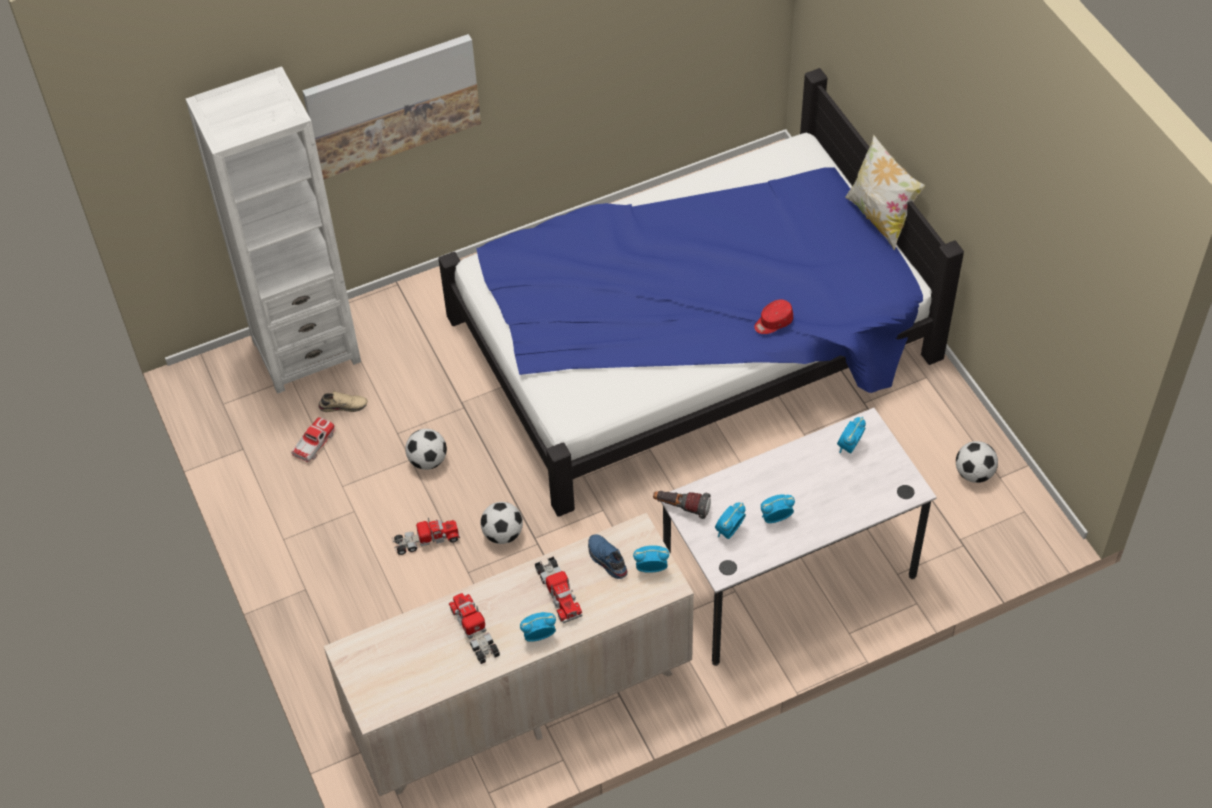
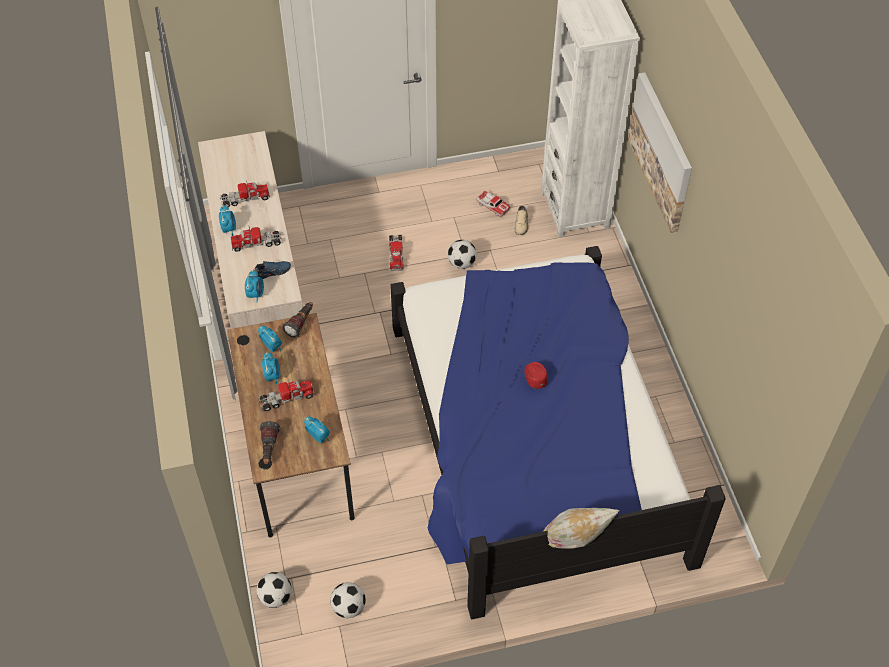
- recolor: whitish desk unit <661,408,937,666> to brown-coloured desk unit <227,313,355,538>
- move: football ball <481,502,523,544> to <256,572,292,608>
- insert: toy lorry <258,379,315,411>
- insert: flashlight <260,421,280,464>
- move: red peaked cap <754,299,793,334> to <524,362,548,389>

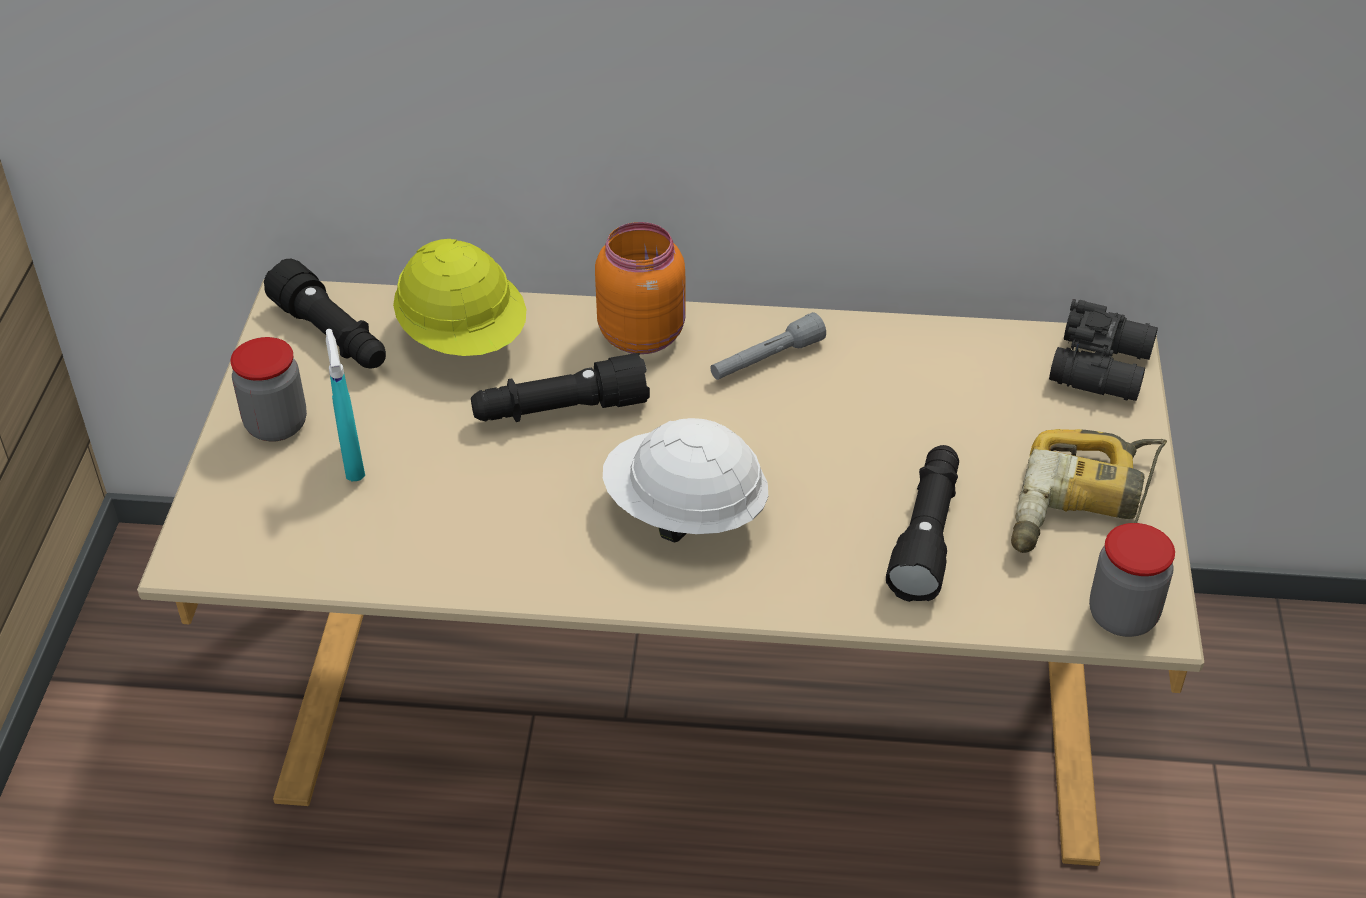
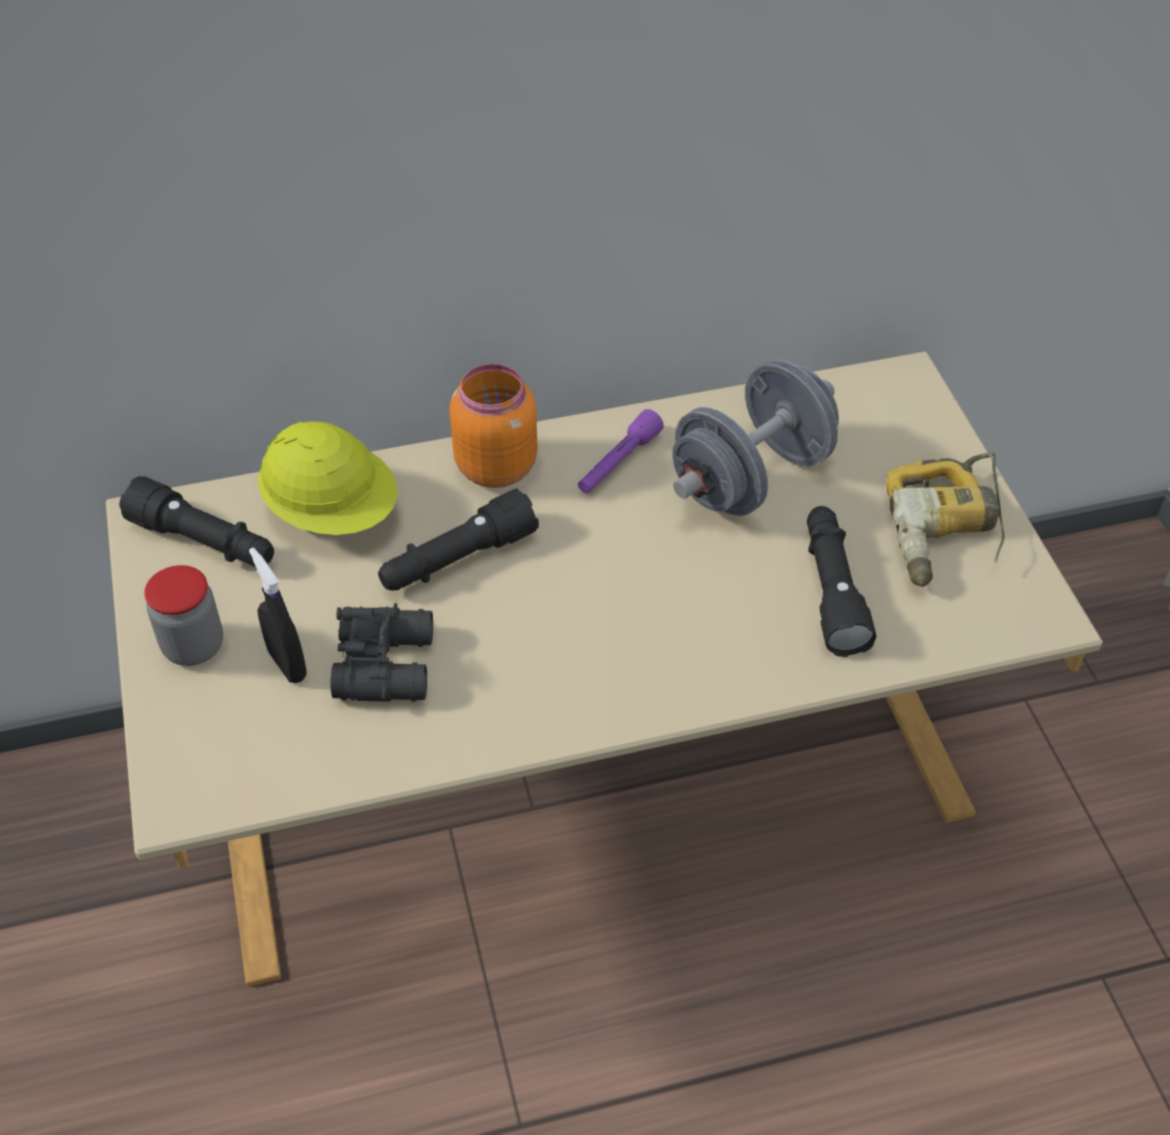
- recolor: turquoise spray bottle <326,329,365,481> to black spray bottle <249,548,307,683>
- move: black binoculars <1049,299,1158,401> to <331,603,433,702>
- recolor: gray flashlight <710,312,826,380> to purple flashlight <578,409,664,494>
- insert: gray dumbbell <672,360,839,516>
- delete: whitish hard hat <603,418,769,542>
- delete: preserve jar <1089,523,1175,637>

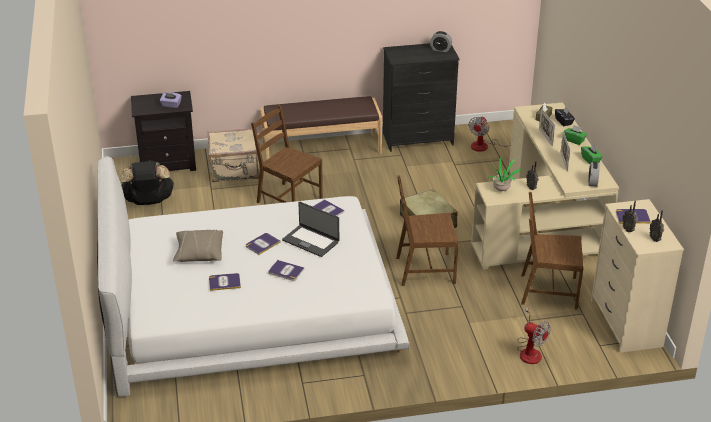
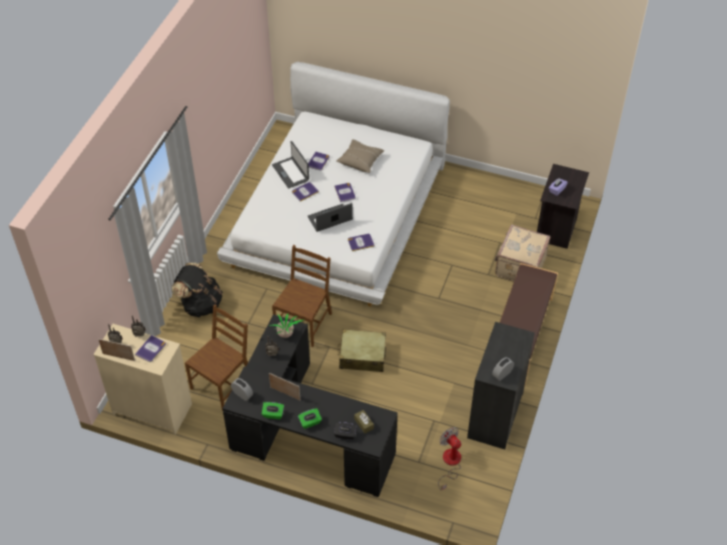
- move: picture frame <539,108,555,146> to <98,339,135,361>
- move: black knapsack <120,161,174,205> to <172,263,223,317>
- recolor: beige desk unit <471,102,619,270> to black desk unit <222,314,398,497>
- insert: notebook computer <272,141,309,189>
- delete: brown-coloured chair <251,105,323,203>
- delete: cooling fan <517,306,551,364>

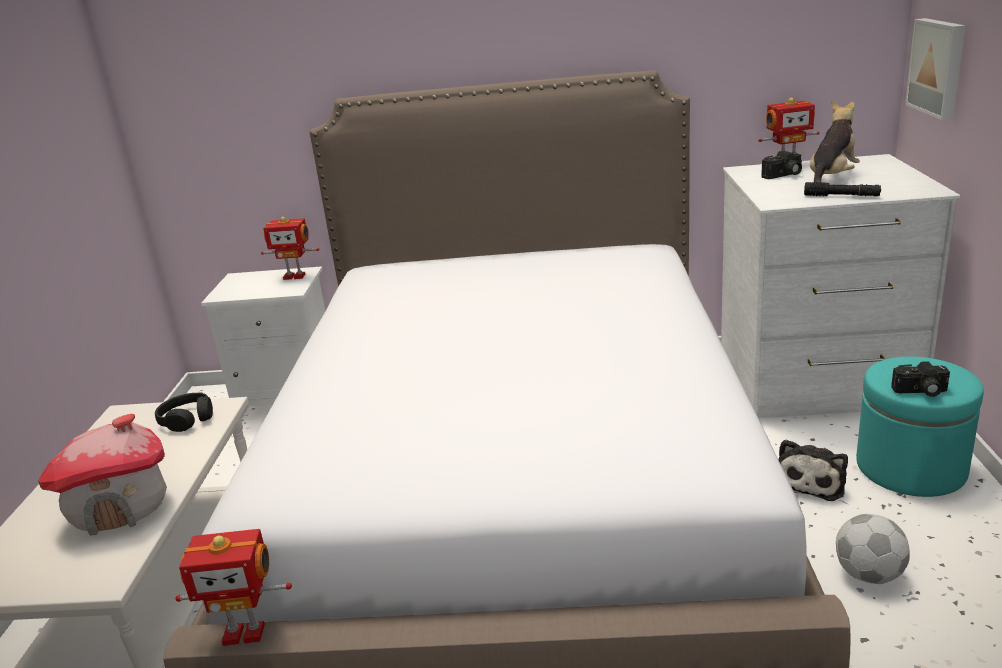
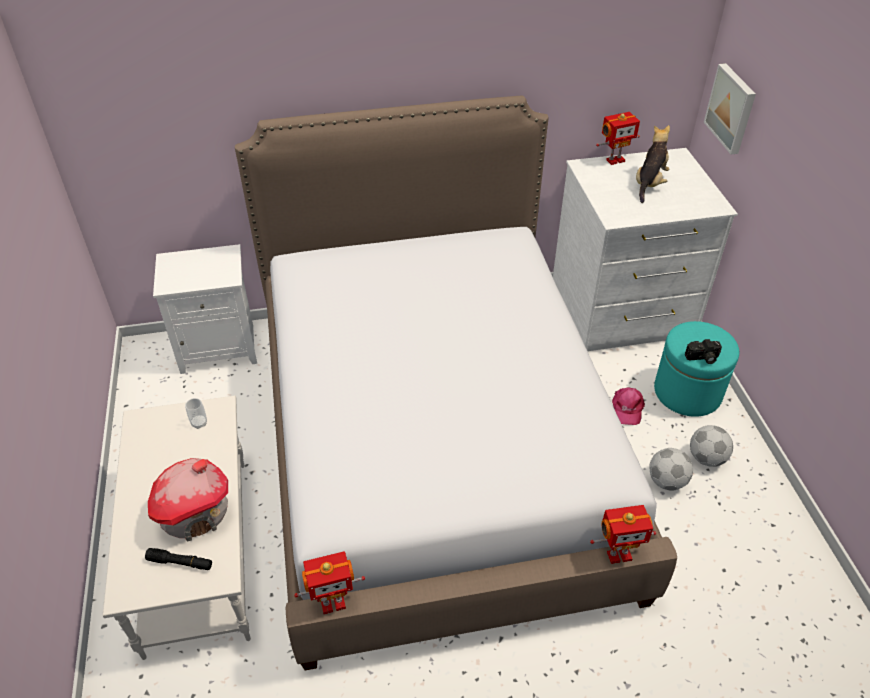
- move: black flashlight <804,182,881,196> to <145,548,212,570>
- replace: black headset <155,392,213,432> to drinking cup <185,398,207,429>
- move: model robot <261,217,319,280> to <590,505,656,564>
- replace: plush toy <778,440,848,501> to pinkish peaked cap <612,387,645,425>
- insert: football ball <690,425,733,467>
- delete: still camera <761,151,802,179>

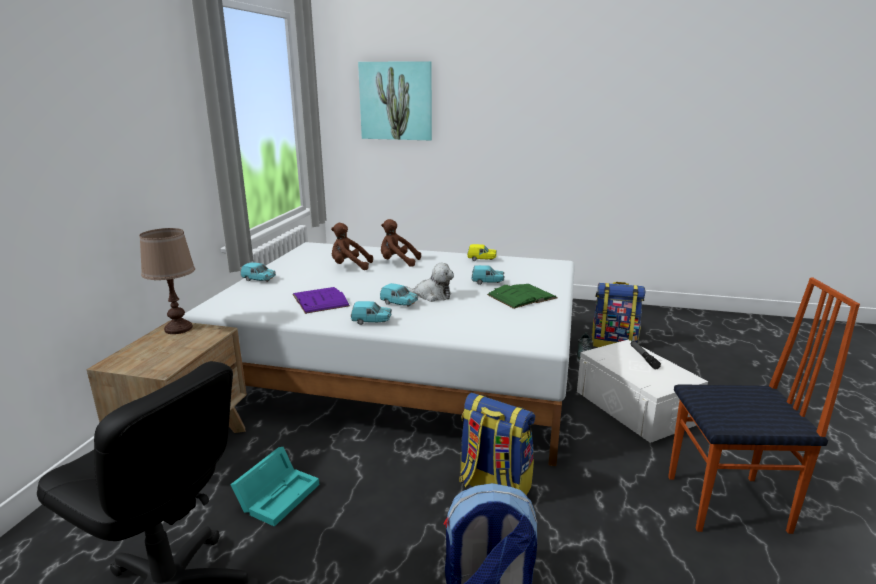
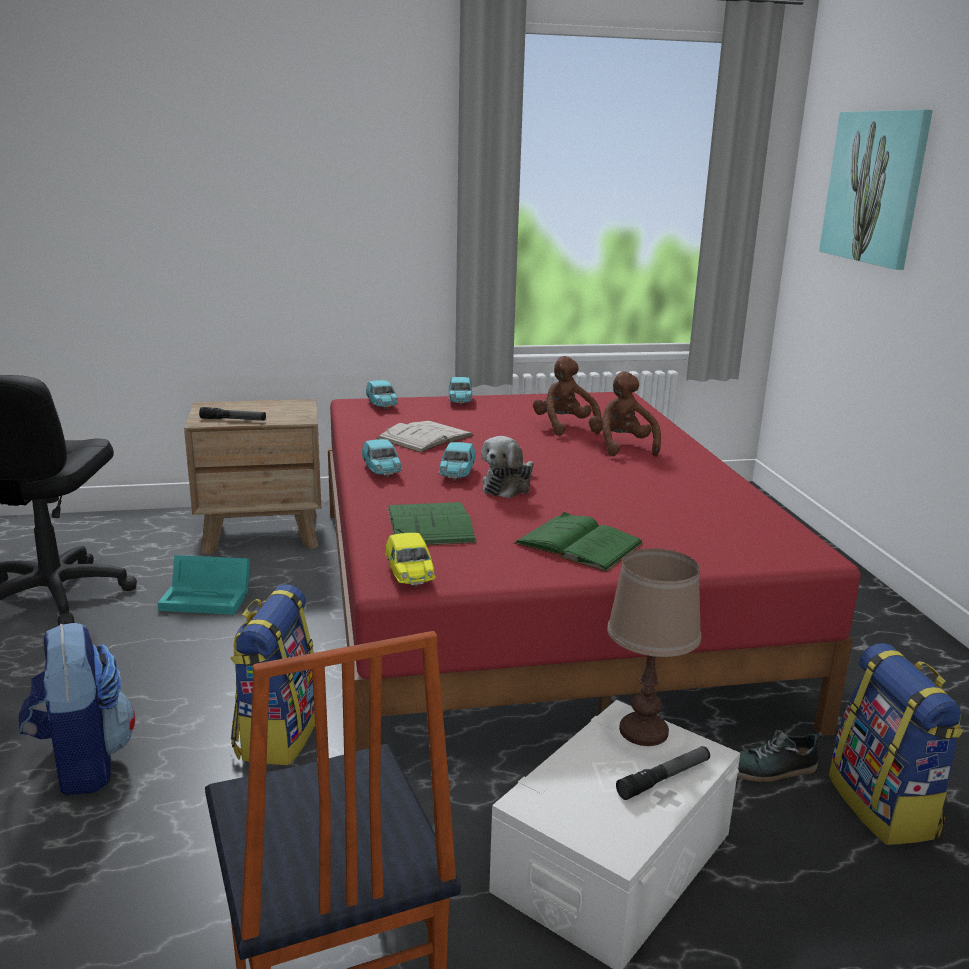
- insert: flashlight <199,407,266,420>
- recolor: whitish bedroom bed <182,242,575,466> to red bedroom bed <328,392,861,751>
- move: turquoise miniature car <472,265,504,285> to <366,380,398,409>
- recolor: purple book <293,287,350,314> to whitish book <376,421,474,453>
- move: yellowish miniature car <467,244,497,261> to <386,533,436,587>
- insert: green book <388,502,477,545>
- rotate: plush toy <405,262,454,302> = <481,436,534,498> 45 degrees clockwise
- move: brown-coloured lamp for a table <139,228,195,334> to <607,548,701,746>

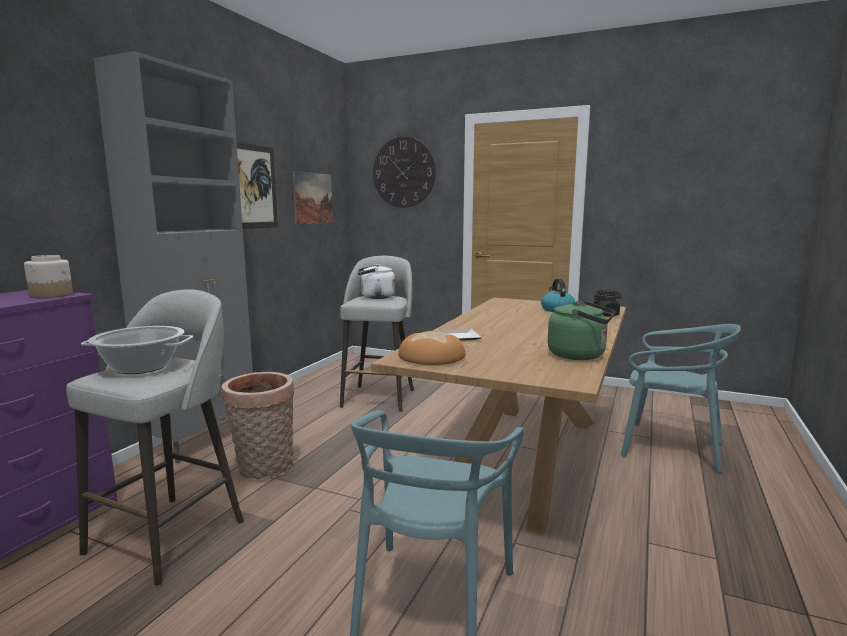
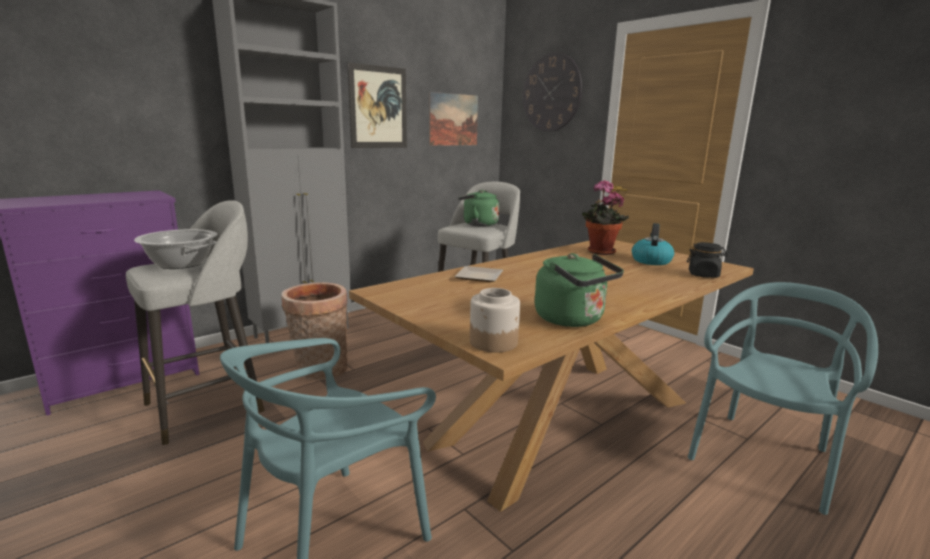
- recolor: whitish water kettle <358,264,395,299> to green water kettle <458,190,499,227>
- move: preserve jar <24,255,73,298> to <470,288,520,353>
- insert: plant in a pot <582,180,629,255>
- rotate: turquoise chair <621,324,741,473> = <688,282,878,515> 105 degrees counterclockwise
- delete: bakery bread <398,331,465,365>

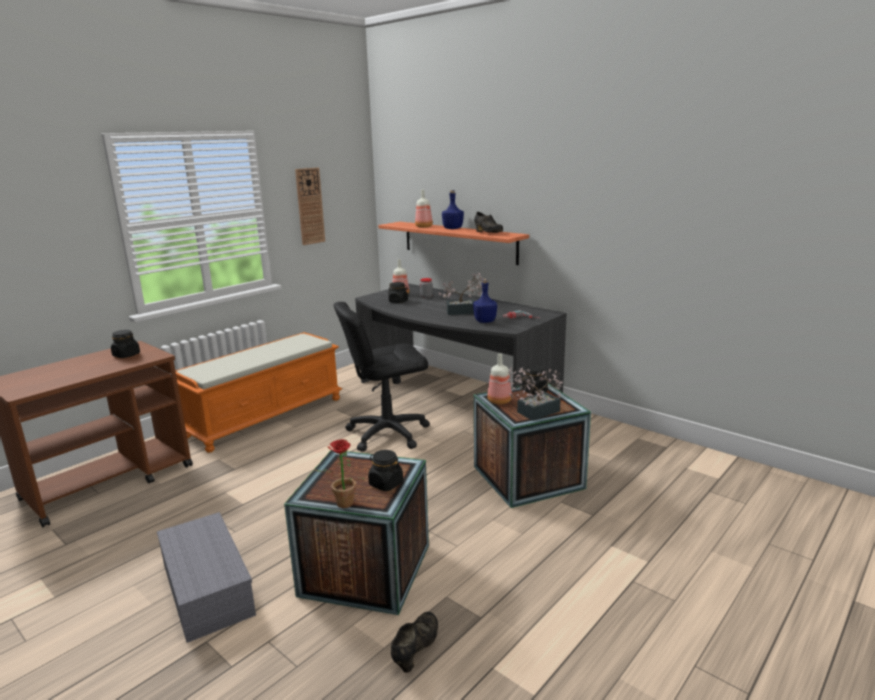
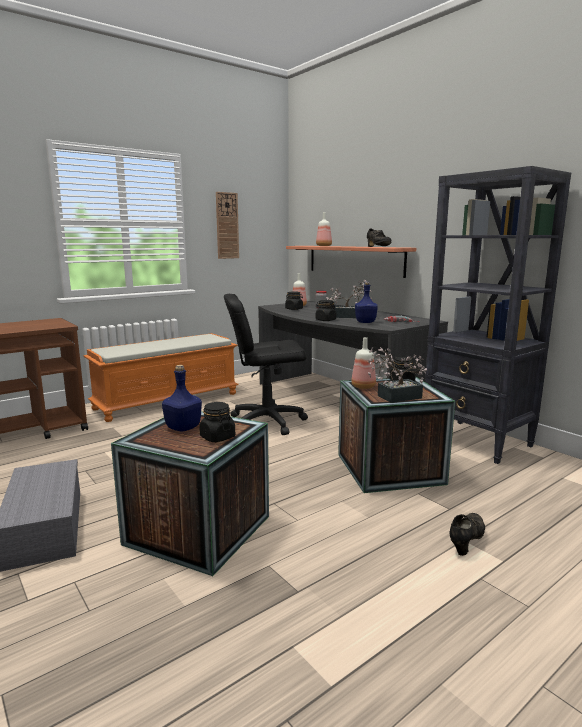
- move: blue beverage bottle <442,190,464,229> to <162,365,202,431>
- move: black preserve jar <111,330,140,358> to <316,300,336,321>
- insert: black bookcase <425,166,571,464>
- move: black low shoe <391,612,438,673> to <450,513,485,556>
- delete: plant in a pot <315,439,365,508>

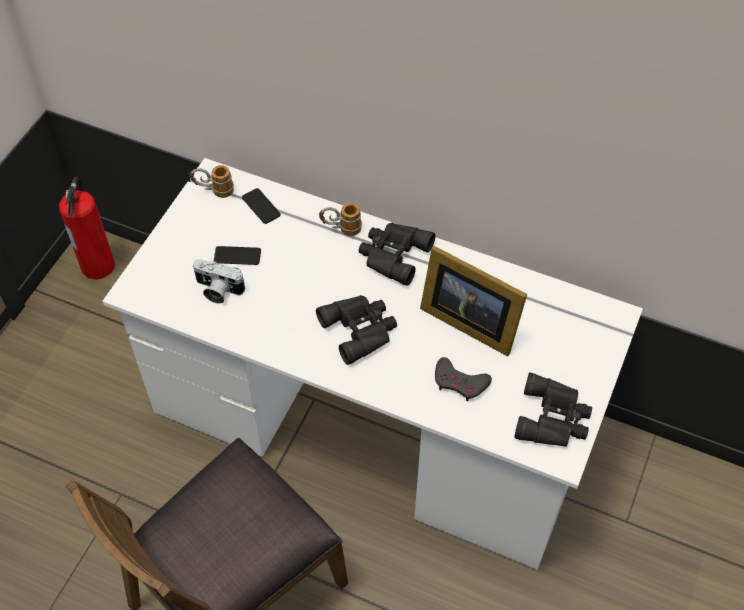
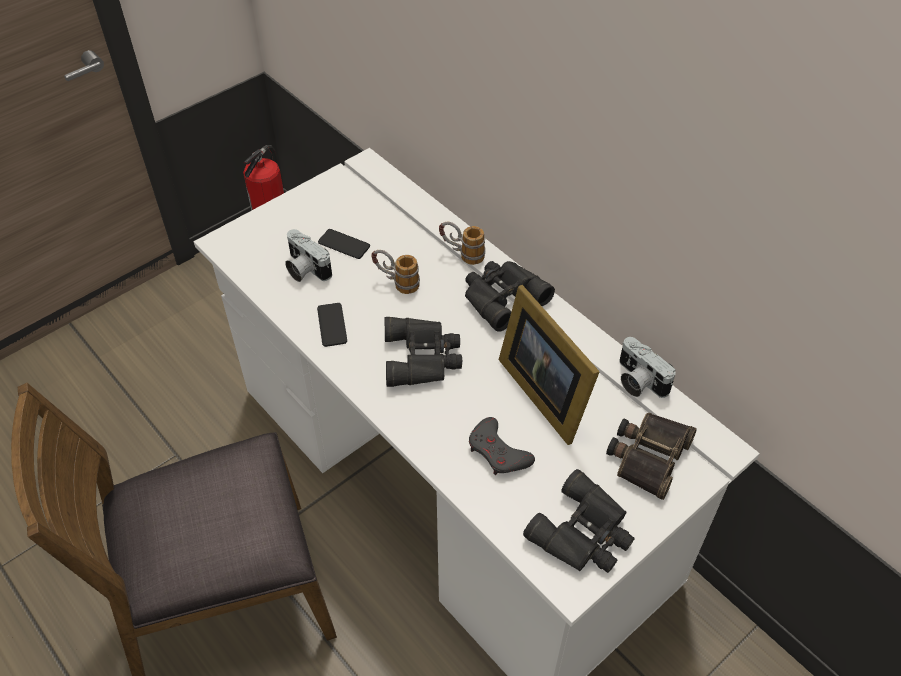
- move: handset <242,188,281,224> to <317,303,347,347>
- move: tea mug <189,165,234,198> to <371,250,420,294>
- insert: binoculars <606,413,697,500>
- insert: still camera <619,337,676,398>

